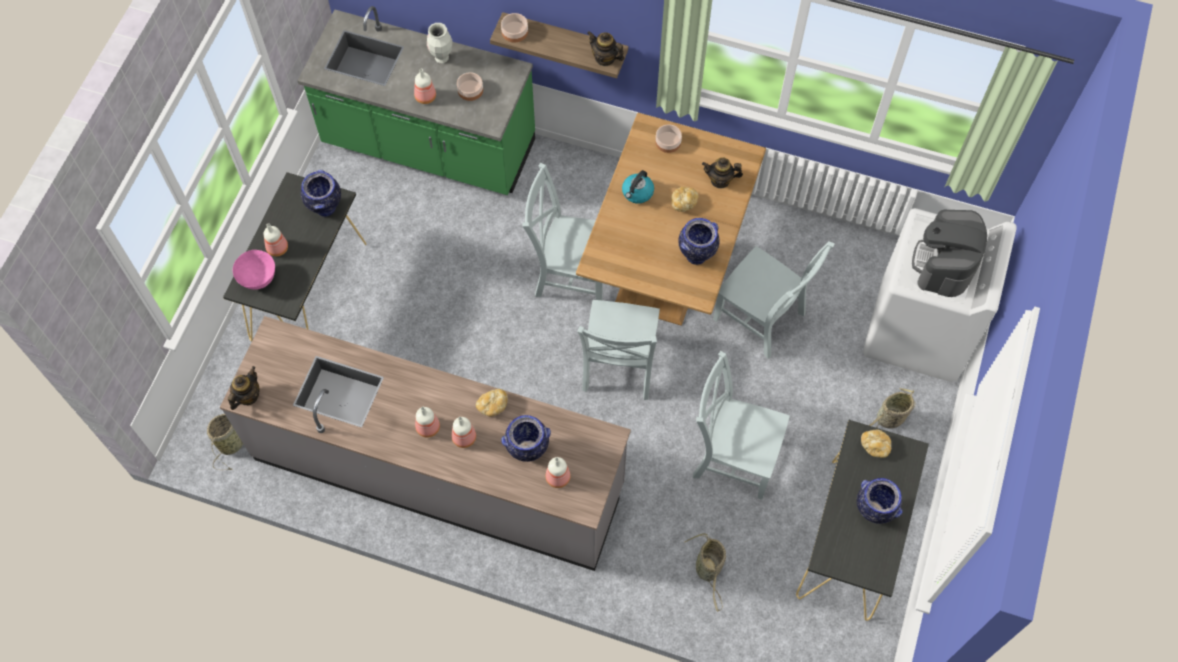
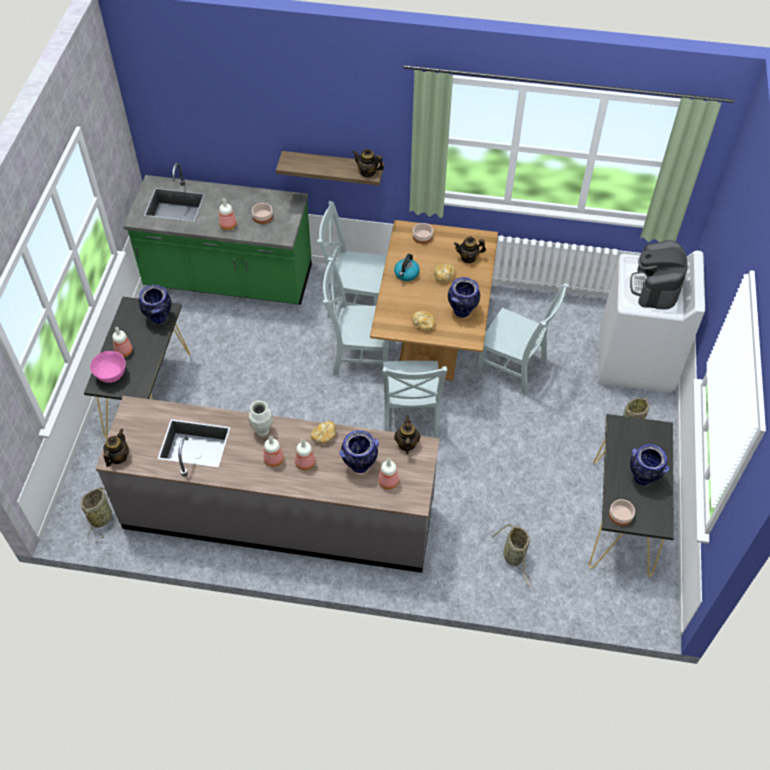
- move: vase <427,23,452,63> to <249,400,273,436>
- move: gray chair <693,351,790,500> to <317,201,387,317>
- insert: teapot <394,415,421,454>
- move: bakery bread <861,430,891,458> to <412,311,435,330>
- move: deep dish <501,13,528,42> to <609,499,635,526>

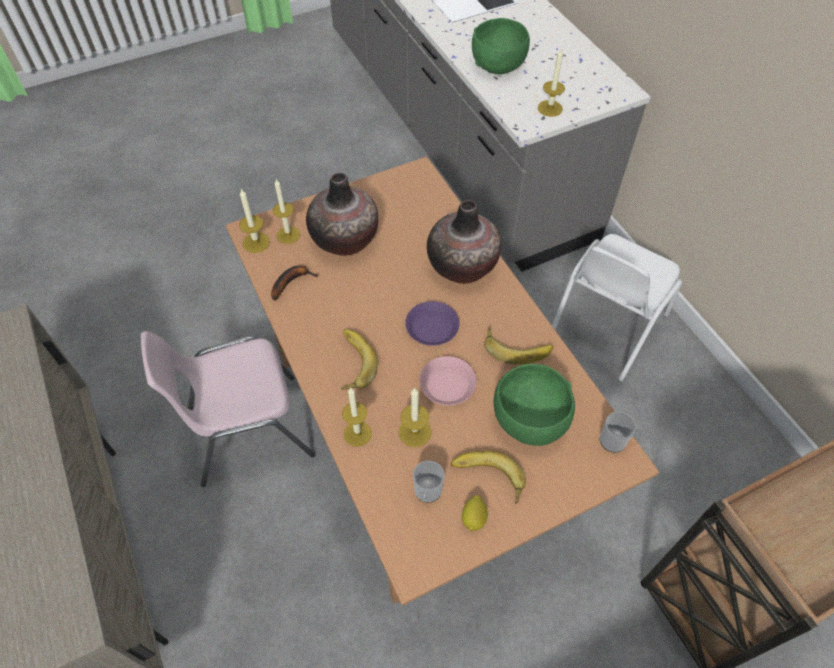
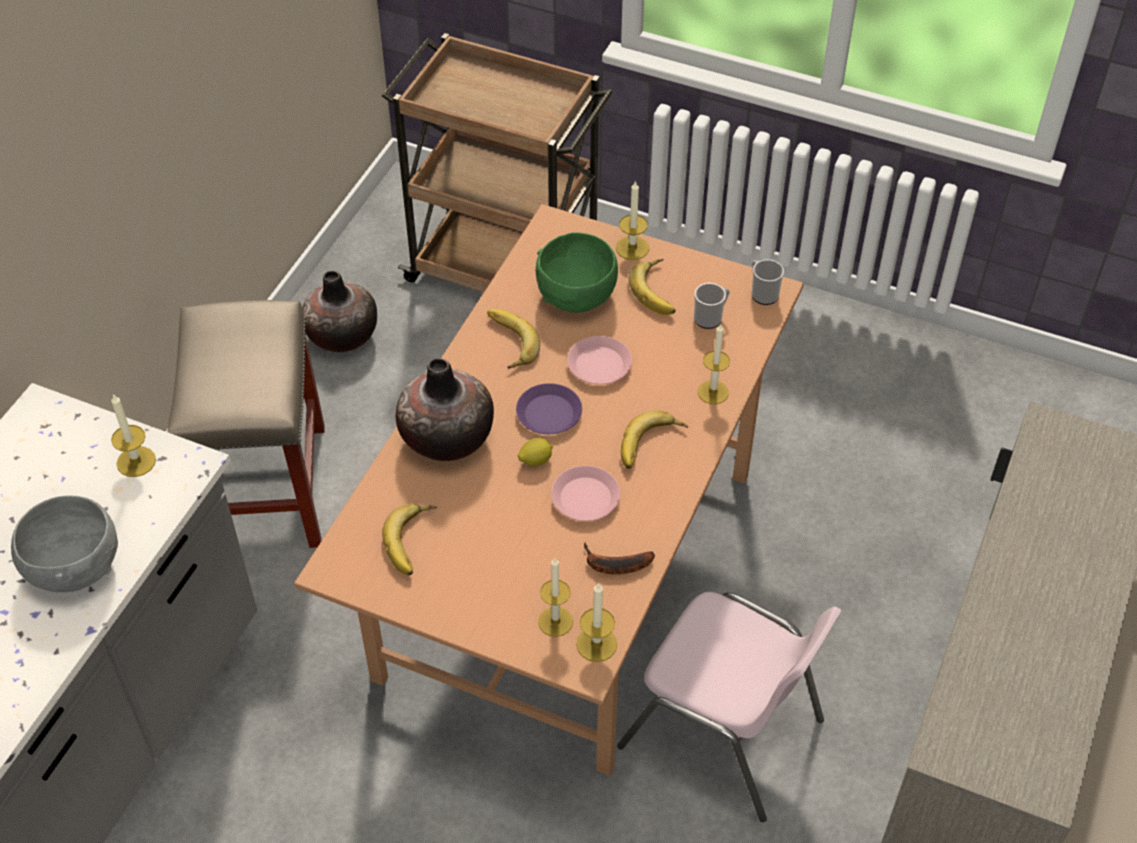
- recolor: green deep dish <472,18,530,74> to gray deep dish <11,495,118,592>
- replace: whitish chair <552,234,682,382> to beige stool seat <168,300,325,548>
- move: vase <306,173,378,256> to <302,271,377,352>
- insert: banana fruit <382,504,437,575>
- move: whole lemon <462,495,488,531> to <518,438,553,466>
- insert: pinkish plate <551,466,620,521>
- move: candle <399,388,431,447> to <616,180,649,260>
- move: tea mug <600,411,642,452> to <751,259,784,305>

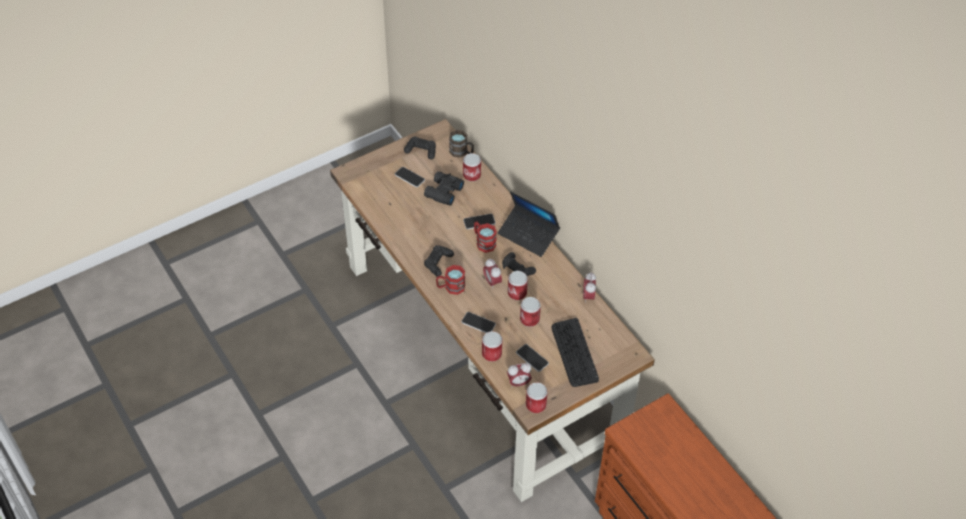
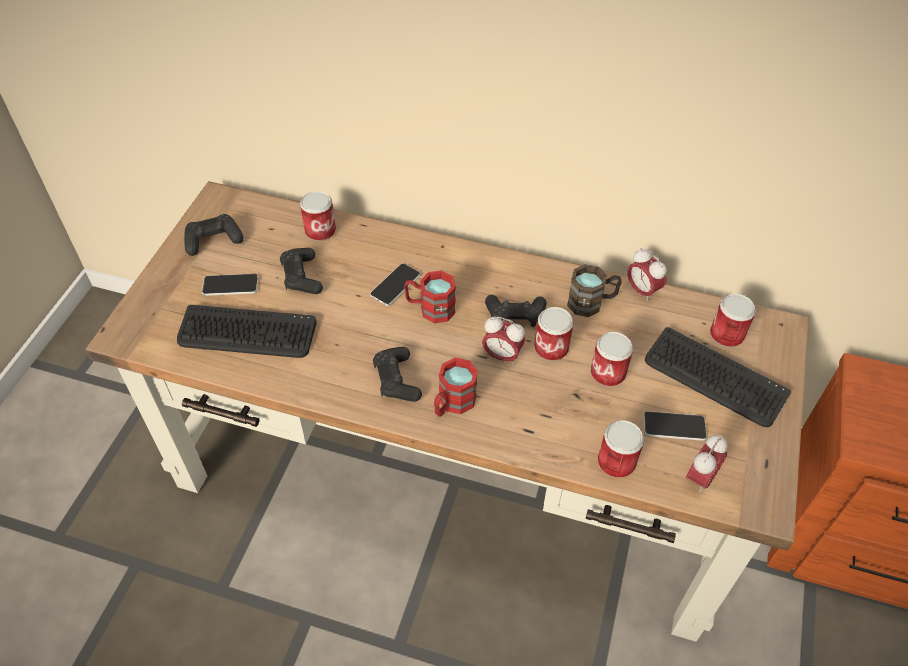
- insert: PC keyboard <177,305,317,358>
- replace: black binoculars <424,171,464,206> to black joypad <280,248,323,294>
- move: brown-coloured tea mug <449,130,474,157> to <567,264,622,317>
- move: can <526,382,548,413> to <710,294,756,347>
- delete: handset <461,312,496,333>
- delete: notebook computer <498,191,560,257>

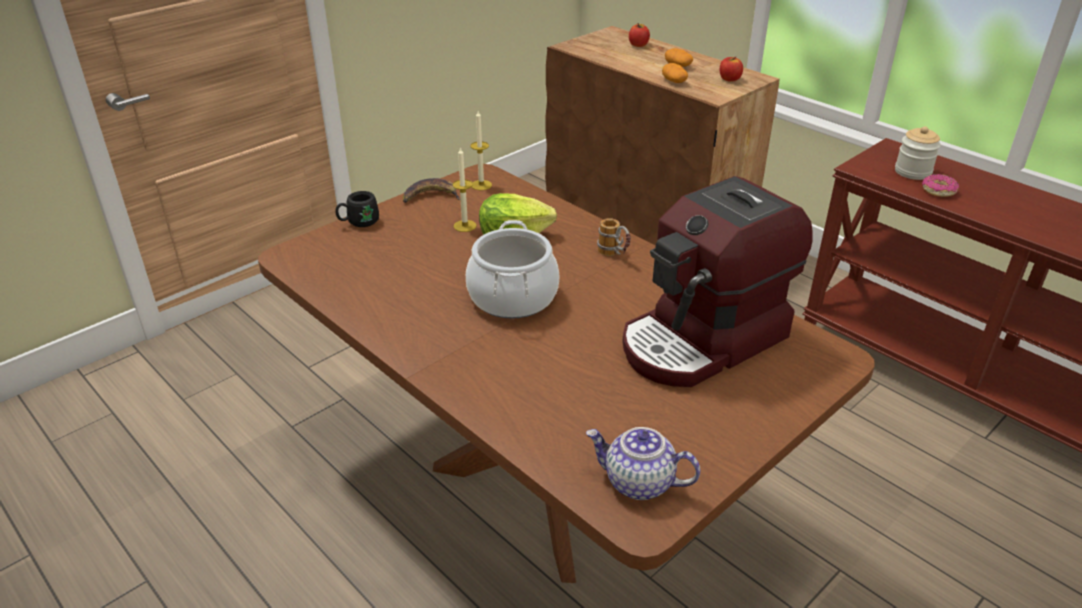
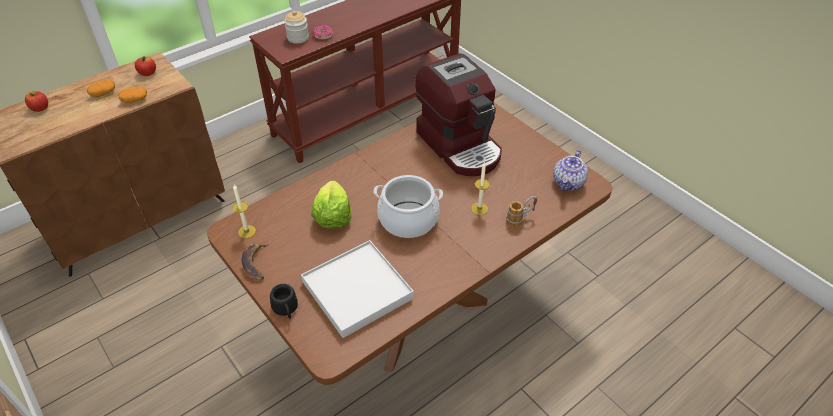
- insert: whitish carrying tray <301,240,414,338>
- move: candle <453,147,477,232> to <471,162,490,215>
- move: tea mug <597,218,631,256> to <506,196,538,227>

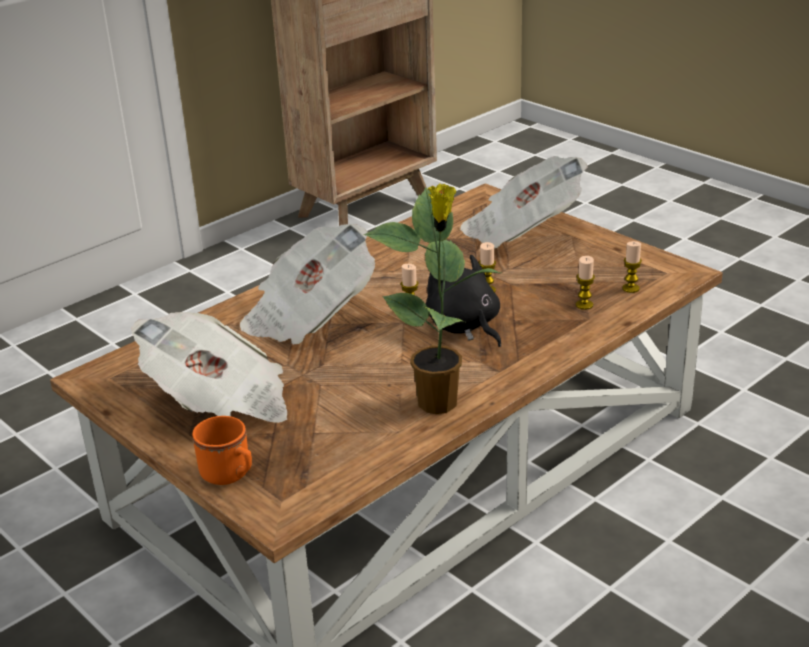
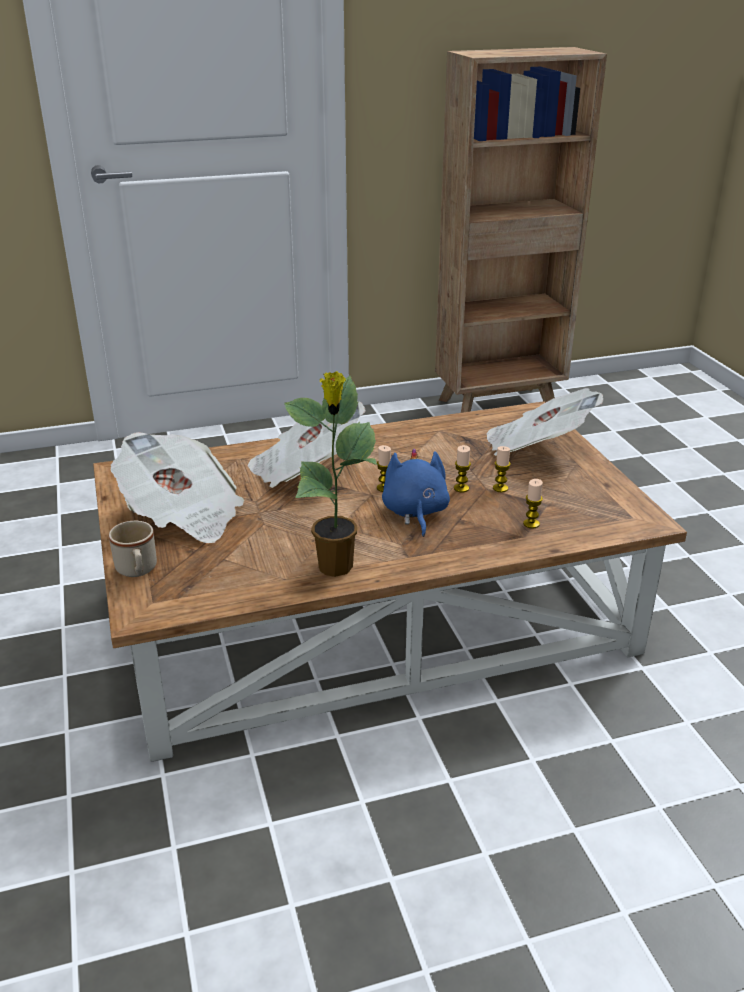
- recolor: orange tea mug <192,416,252,485> to beige tea mug <109,521,157,577>
- recolor: black plush toy <426,255,501,347> to blue plush toy <382,448,450,537>
- move: candle <622,241,642,293> to <493,446,511,492>

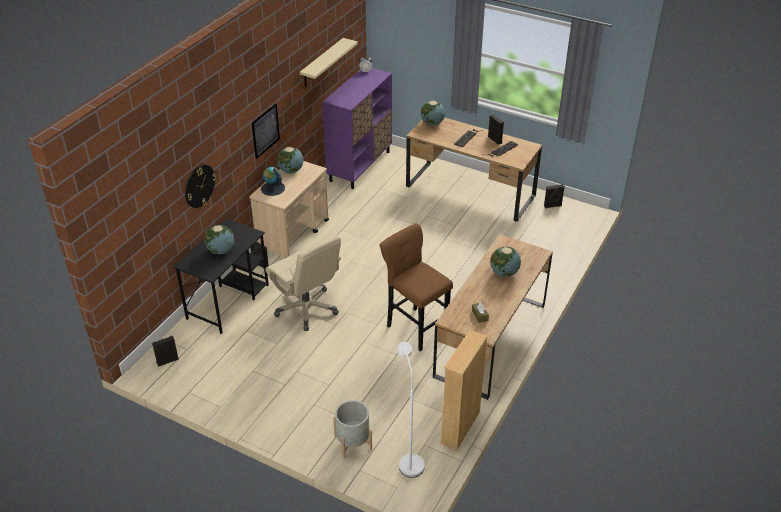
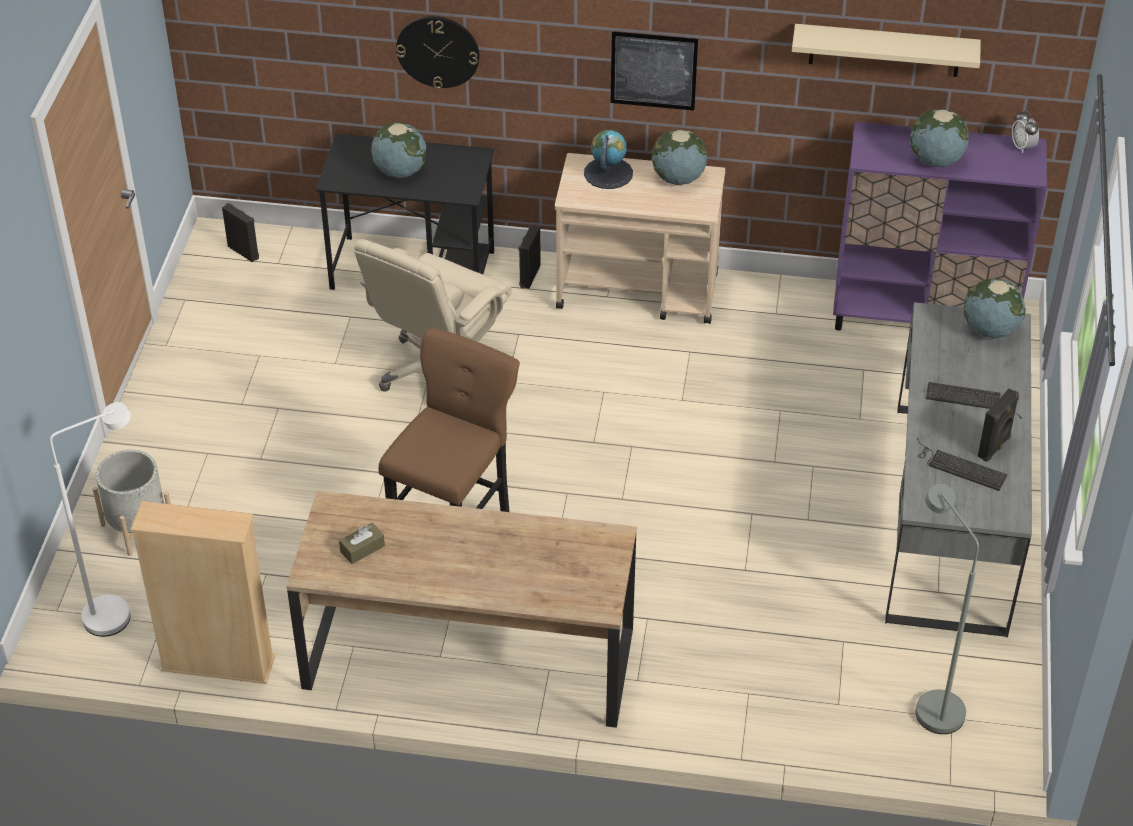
- recolor: brown-coloured desk unit <406,117,542,222> to gray desk unit <885,302,1032,637>
- move: world globe <490,247,521,277> to <910,109,969,167>
- insert: gray standard lamp <916,484,979,734>
- delete: black audio speaker <544,184,565,208>

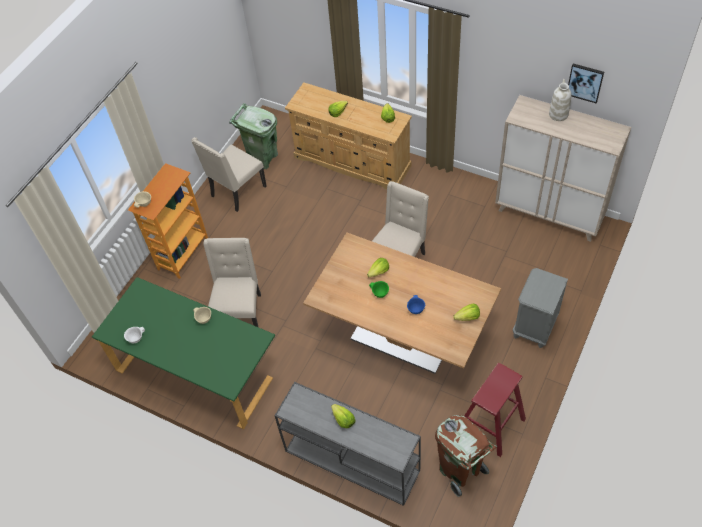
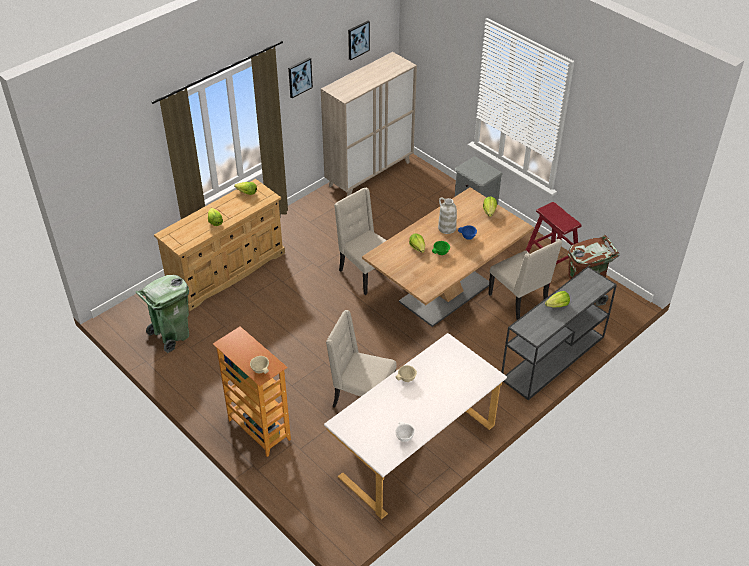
- insert: wall art <288,57,313,98>
- recolor: green desk unit <92,277,275,429> to whitish desk unit <324,333,507,519>
- move: whitish vase <549,79,572,121> to <438,198,457,234>
- move: beige chair <191,137,266,212> to <488,239,562,320>

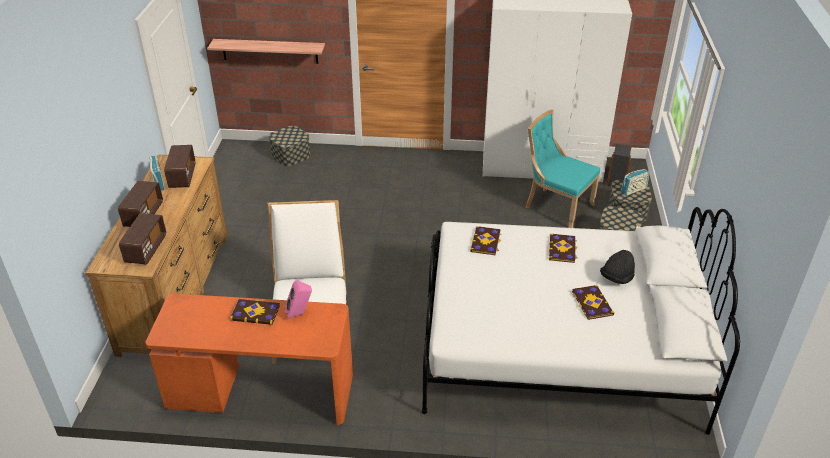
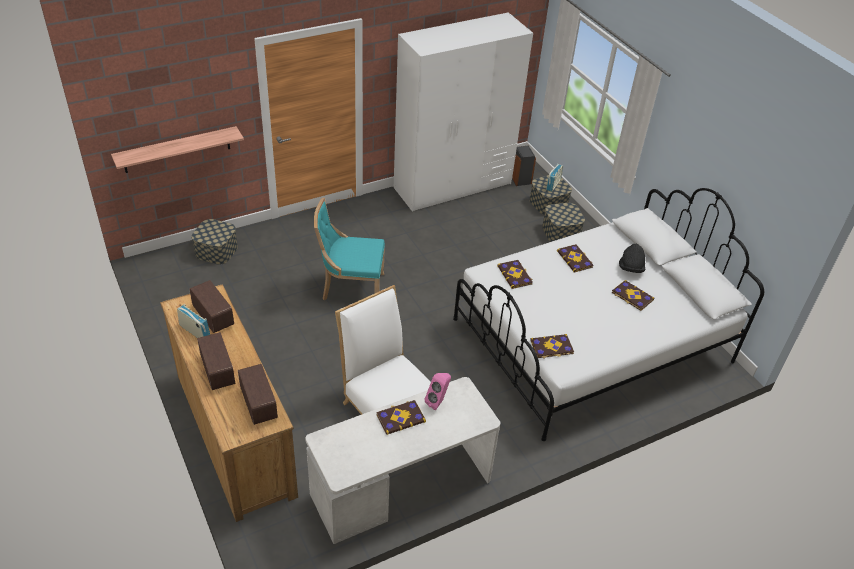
- recolor: orange desk unit <145,293,353,425> to whitish desk unit <305,377,500,544>
- move: turquoise chair <526,110,600,228> to <314,198,385,300>
- insert: book <530,334,574,358>

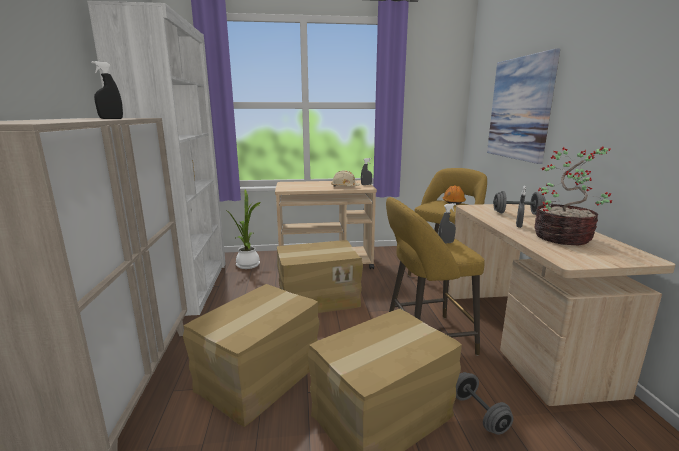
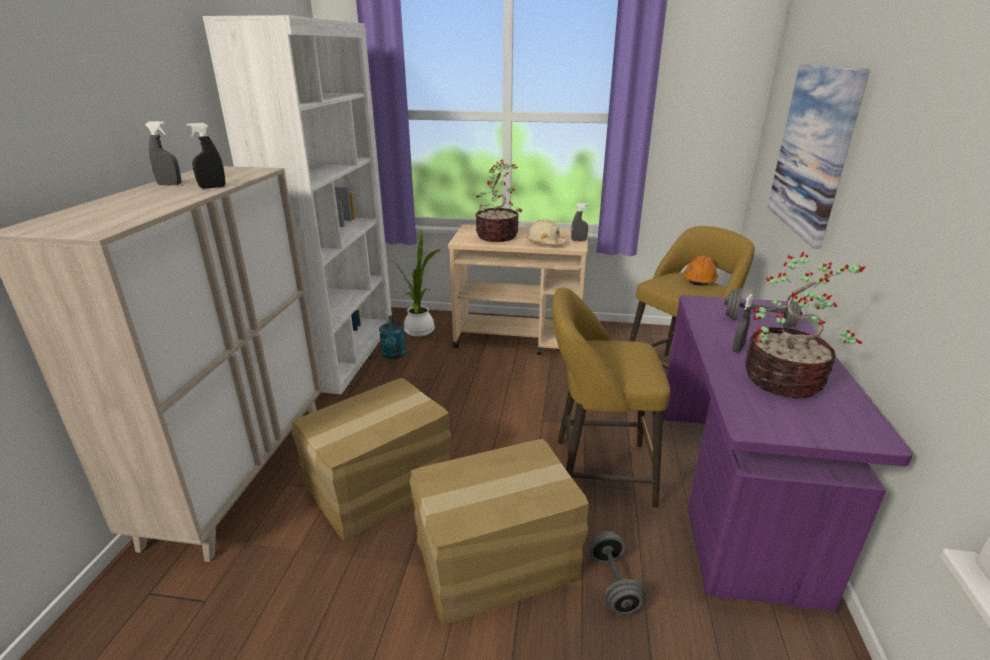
- move: gray spray bottle <439,203,456,244> to <145,121,181,185>
- insert: turquoise watering can <379,315,407,359>
- insert: plant in a pot <475,160,523,242>
- recolor: beige desk unit <448,204,676,406> to purple desk unit <663,295,913,612>
- delete: carton <277,240,363,313>

